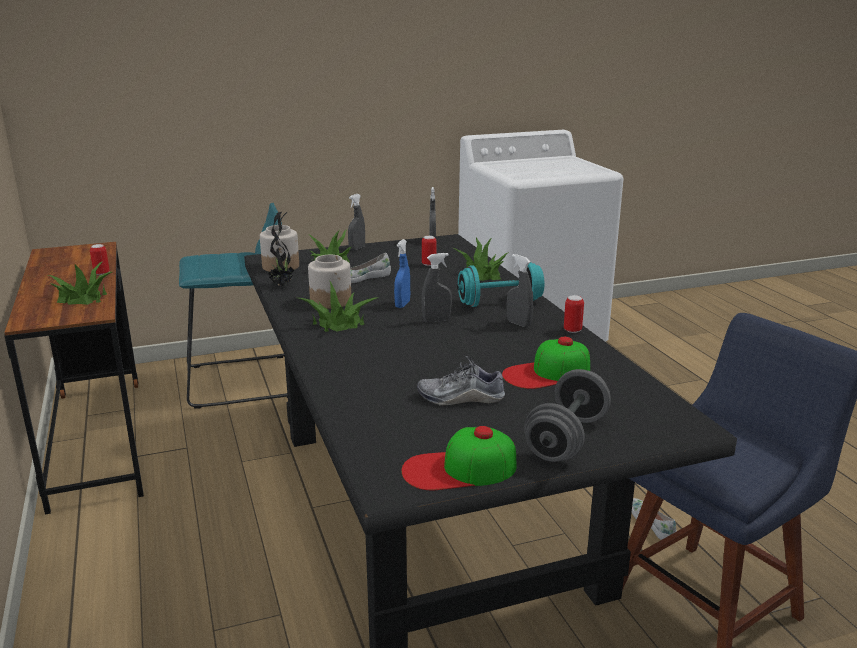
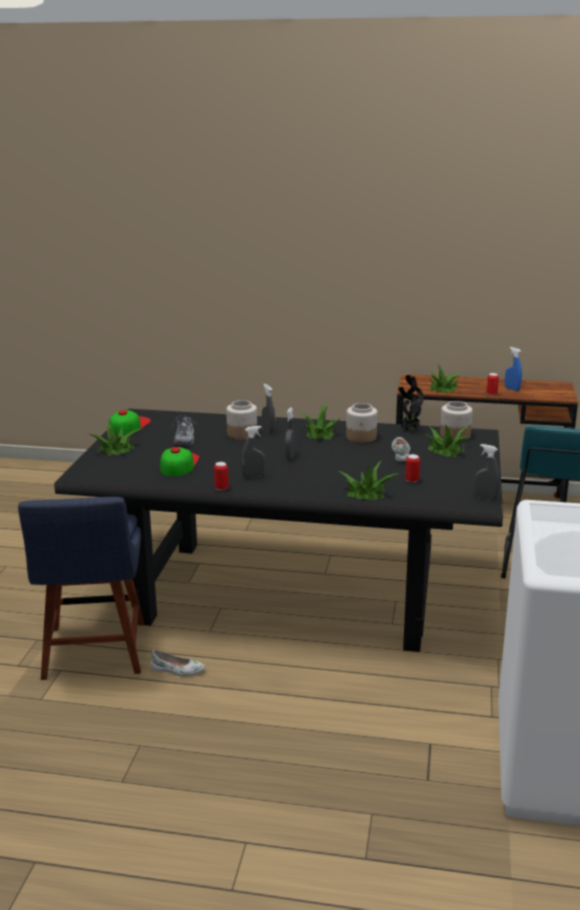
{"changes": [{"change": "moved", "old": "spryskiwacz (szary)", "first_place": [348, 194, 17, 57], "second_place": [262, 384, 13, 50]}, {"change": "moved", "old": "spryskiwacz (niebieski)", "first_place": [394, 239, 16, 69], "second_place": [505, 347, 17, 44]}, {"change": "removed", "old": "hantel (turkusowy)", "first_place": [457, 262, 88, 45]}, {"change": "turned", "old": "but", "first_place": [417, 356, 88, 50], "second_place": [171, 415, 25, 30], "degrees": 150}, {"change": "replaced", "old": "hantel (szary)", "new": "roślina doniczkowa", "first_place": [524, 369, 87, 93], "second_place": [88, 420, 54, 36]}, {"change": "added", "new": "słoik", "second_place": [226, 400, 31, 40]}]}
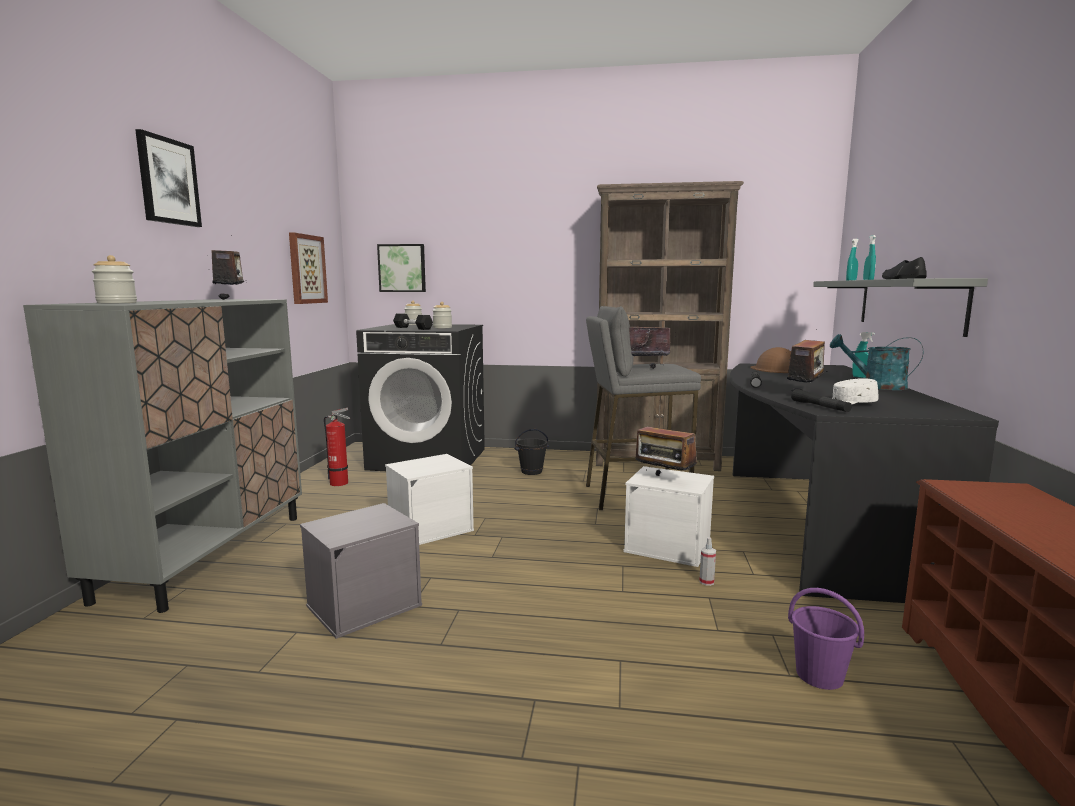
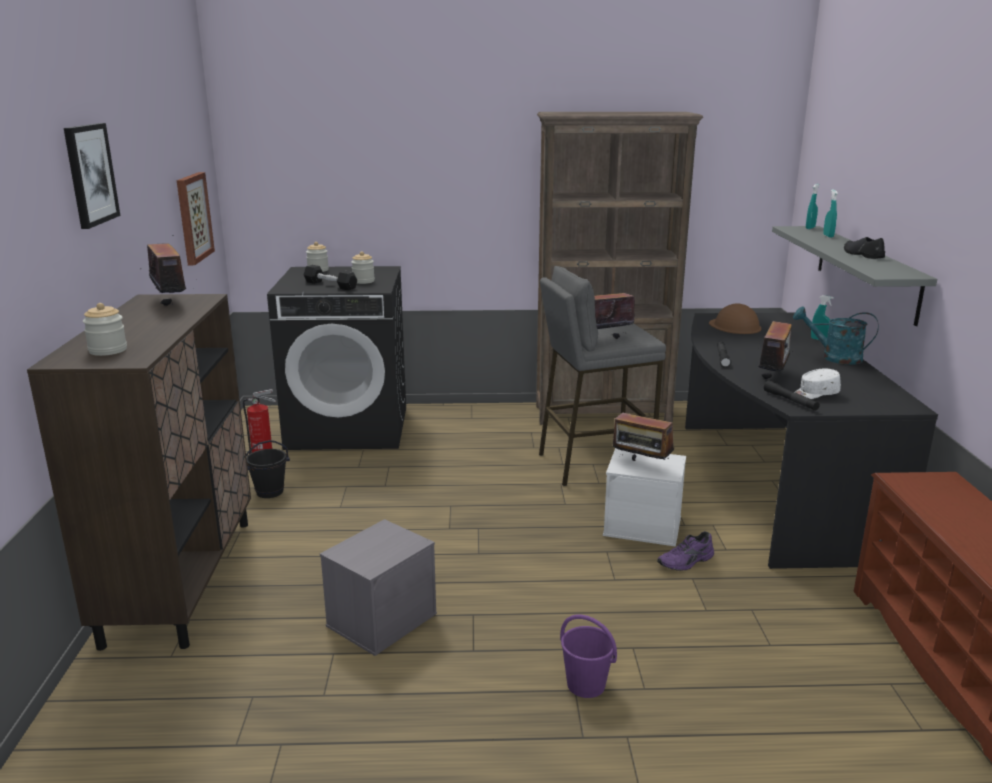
{"changes": [{"change": "removed", "old": "obraz", "first_place": [377, 244, 49, 48]}, {"change": "recoloured", "old": "szafka (szary)", "new": "szafka (brązowy)", "first_place": [23, 299, 279, 314], "second_place": [27, 294, 224, 357]}, {"change": "moved", "old": "wiadro (czarny)", "first_place": [514, 429, 35, 46], "second_place": [246, 440, 44, 58]}, {"change": "removed", "old": "pojemnik do przechowywania (biały)", "first_place": [385, 454, 89, 91]}, {"change": "replaced", "old": "spryskiwacz", "new": "but (fioletowy)", "first_place": [699, 537, 17, 49], "second_place": [657, 531, 57, 40]}, {"change": "moved", "old": "wiadro (fioletowy)", "first_place": [788, 588, 76, 102], "second_place": [560, 614, 57, 84]}]}
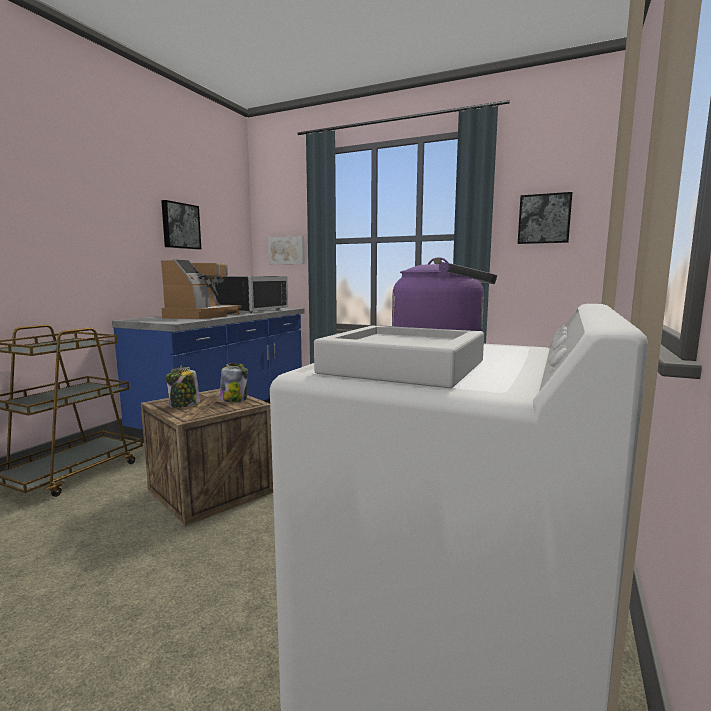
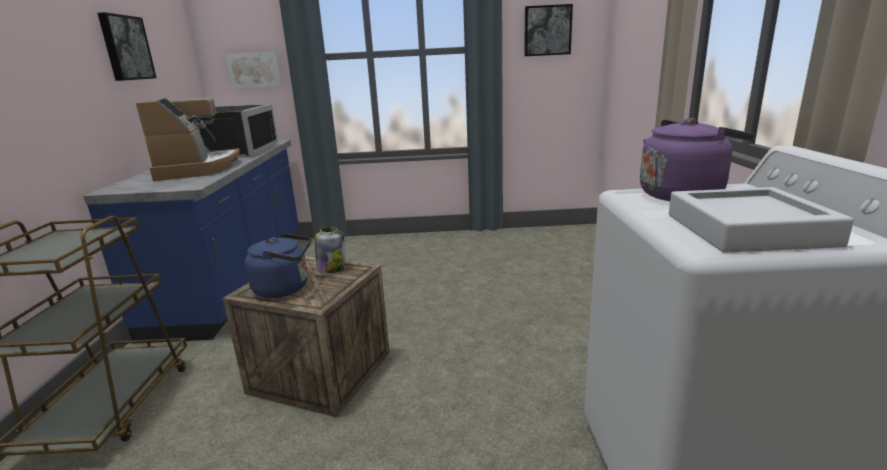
{"changes": [{"change": "replaced", "old": "słoik", "new": "czajnik (niebieski)", "first_place": [166, 367, 34, 41], "second_place": [245, 233, 66, 65]}]}
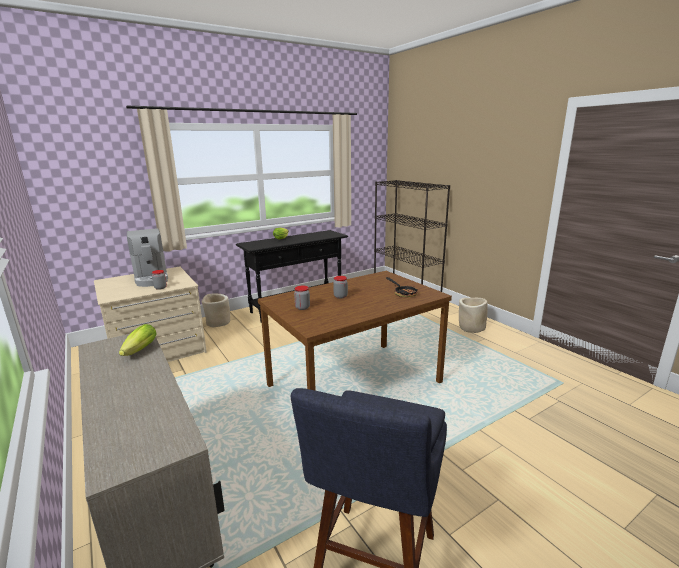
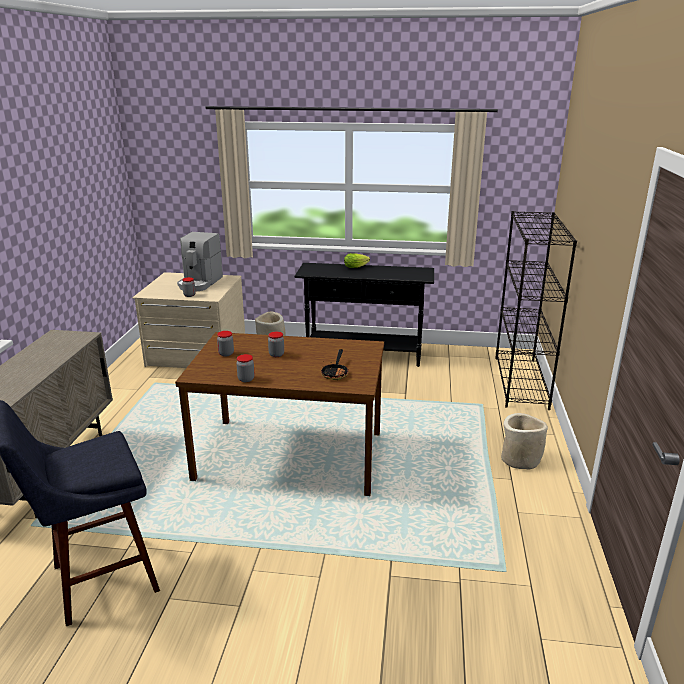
{"changes": [{"change": "removed", "old": "sałata", "first_place": [119, 324, 38, 32]}, {"change": "added", "new": "słoik", "second_place": [236, 354, 19, 28]}]}
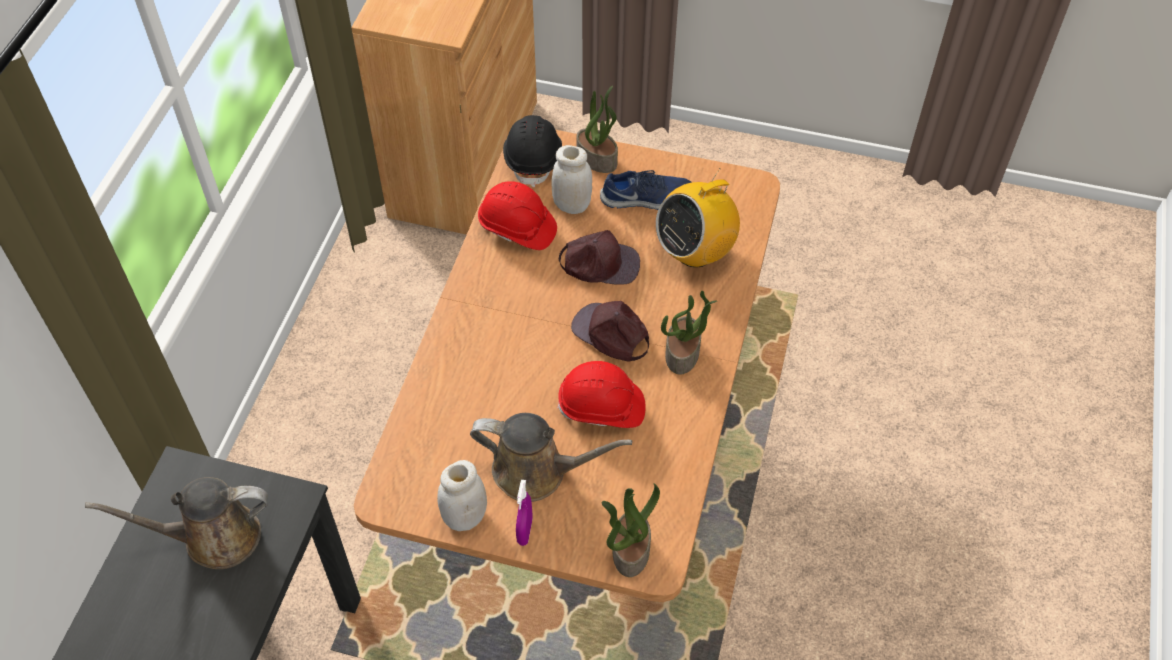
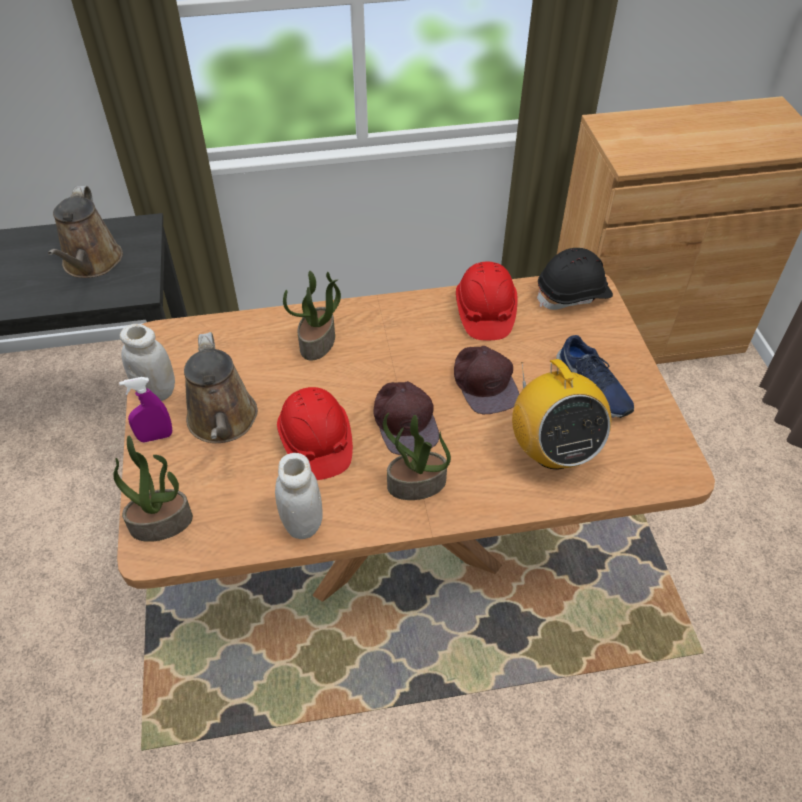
{"changes": [{"change": "moved", "old": "roślina doniczkowa", "first_place": [576, 86, 42, 87], "second_place": [283, 271, 58, 90]}, {"change": "moved", "old": "słoik (biały)", "first_place": [551, 145, 41, 69], "second_place": [275, 453, 47, 86]}, {"change": "turned", "old": "radio", "first_place": [656, 168, 84, 99], "second_place": [512, 359, 99, 111], "degrees": -135}, {"change": "turned", "old": "czapka z daszkiem (brązowy)", "first_place": [571, 301, 78, 61], "second_place": [373, 381, 66, 74], "degrees": 150}, {"change": "turned", "old": "konewka (brązowy)", "first_place": [85, 477, 183, 92], "second_place": [48, 186, 75, 92], "degrees": -150}]}
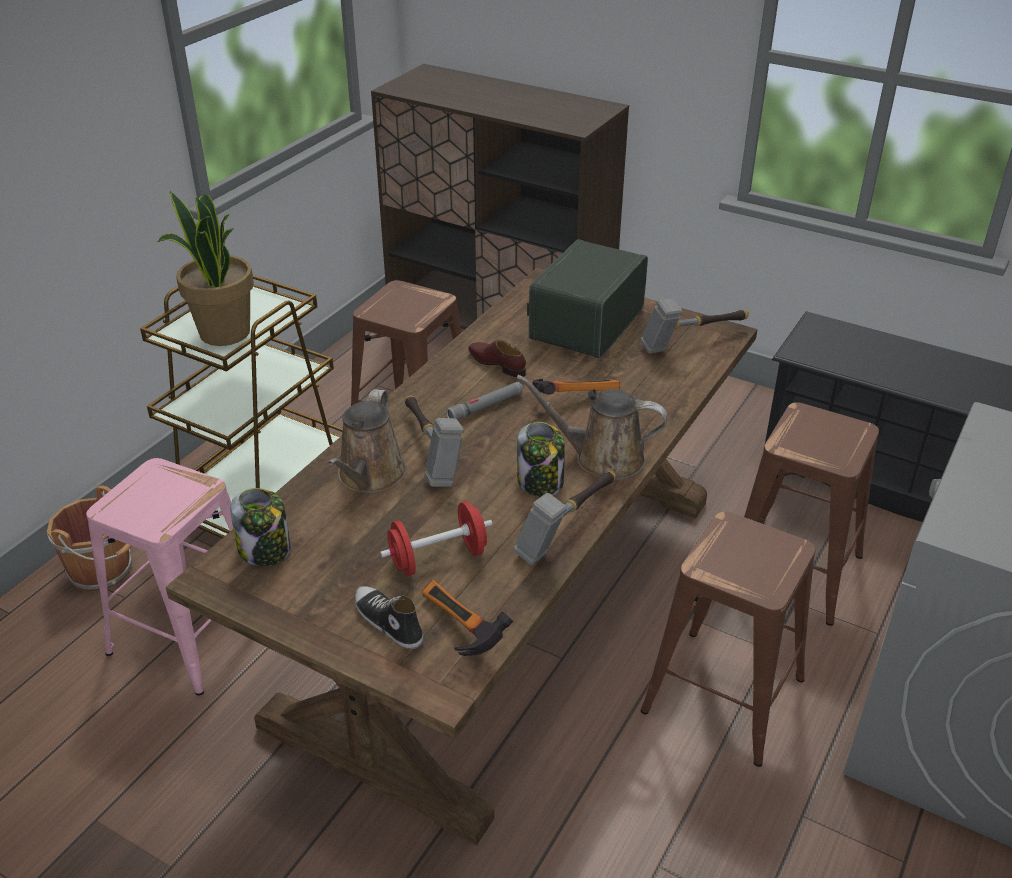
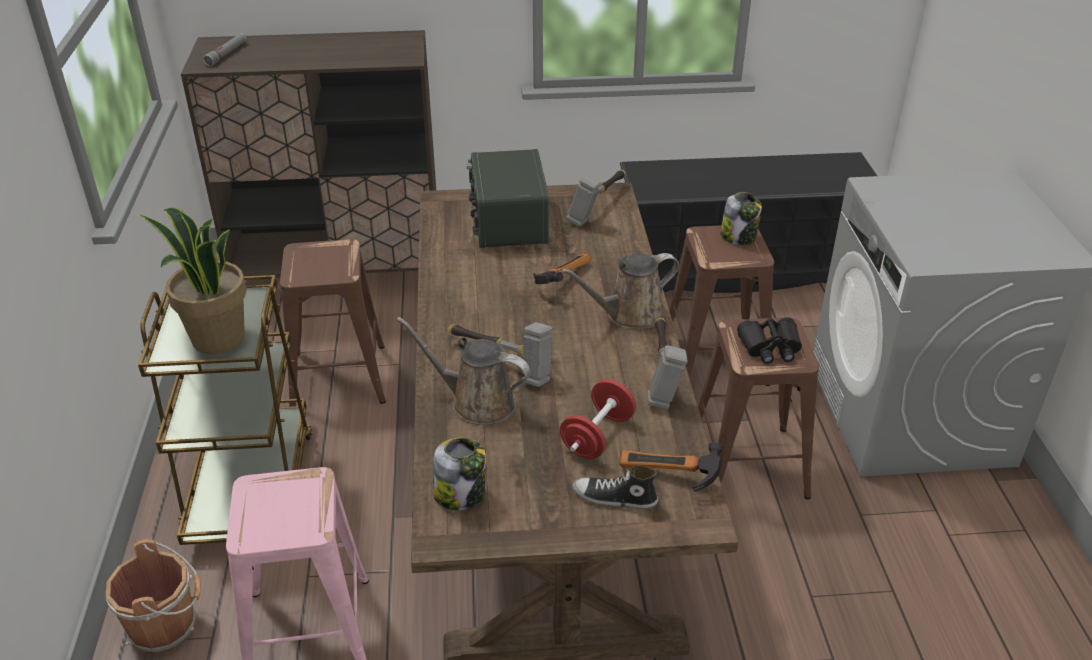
{"changes": [{"change": "removed", "old": "but (brązowy)", "first_place": [468, 340, 58, 38]}, {"change": "moved", "old": "latarka (szary)", "first_place": [446, 382, 77, 39], "second_place": [203, 33, 44, 33]}, {"change": "turned", "old": "konewka (brązowy)", "first_place": [328, 389, 79, 104], "second_place": [396, 317, 135, 108], "degrees": 135}, {"change": "moved", "old": "słoik", "first_place": [517, 422, 48, 75], "second_place": [721, 192, 41, 53]}, {"change": "added", "new": "lornetka (czarny)", "second_place": [737, 317, 65, 47]}]}
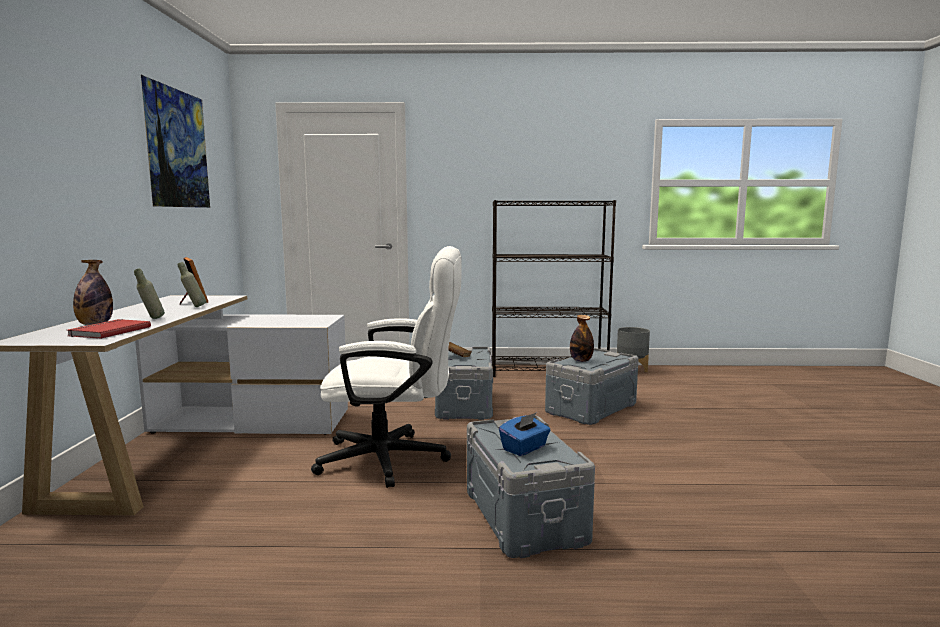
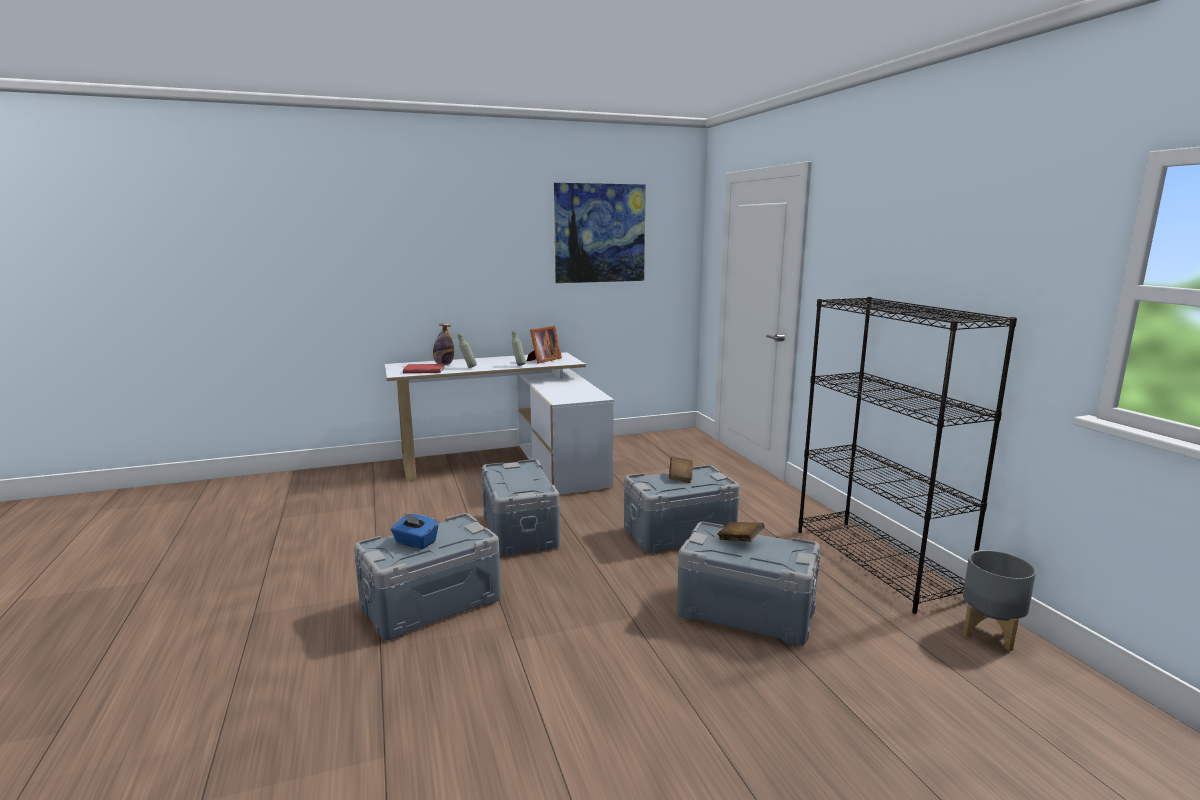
{"changes": [{"change": "replaced", "old": "krzesło biurowe (biały)", "new": "pojemnik do przechowywania (szary)", "first_place": [311, 246, 151, 242], "second_place": [482, 459, 78, 97]}, {"change": "replaced", "old": "butelka", "new": "książka (brązowy)", "first_place": [570, 315, 24, 47], "second_place": [717, 522, 47, 20]}]}
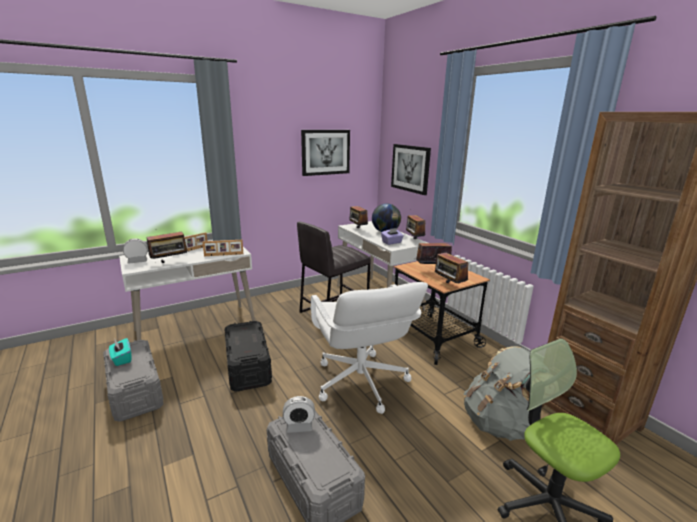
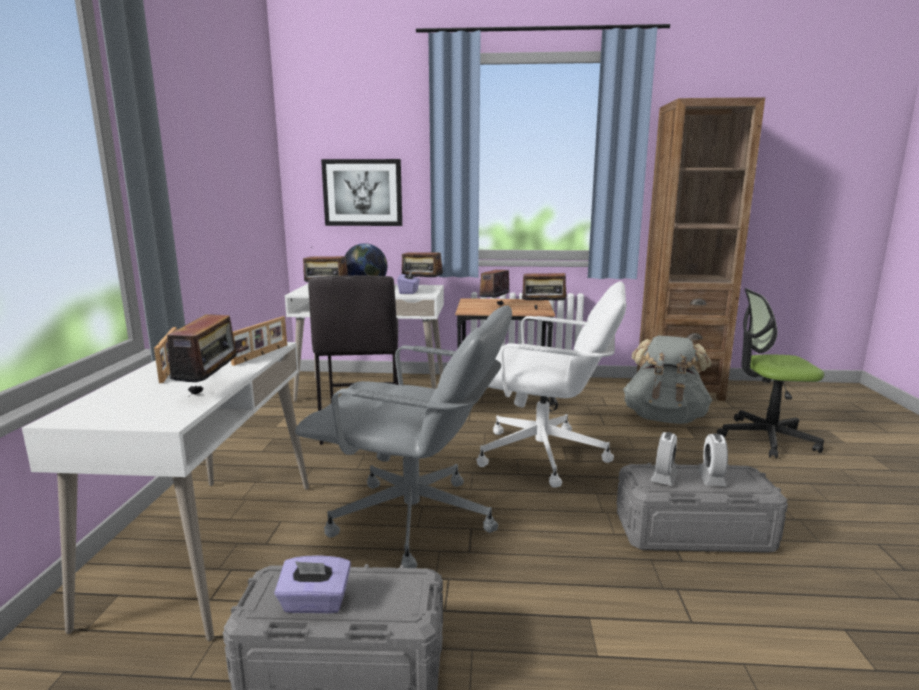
{"changes": [{"change": "removed", "old": "obraz", "first_place": [301, 130, 49, 46]}, {"change": "moved", "old": "budzik", "first_place": [123, 238, 25, 26], "second_place": [698, 433, 30, 54]}, {"change": "replaced", "old": "pojemnik do przechowywania (czarny)", "new": "krzesło biurowe (szary)", "first_place": [224, 321, 48, 70], "second_place": [295, 305, 217, 263]}, {"change": "recoloured", "old": "pudełko chusteczek (turkusowy)", "new": "pudełko chusteczek (fioletowy)", "first_place": [109, 338, 22, 28], "second_place": [274, 555, 77, 58]}]}
